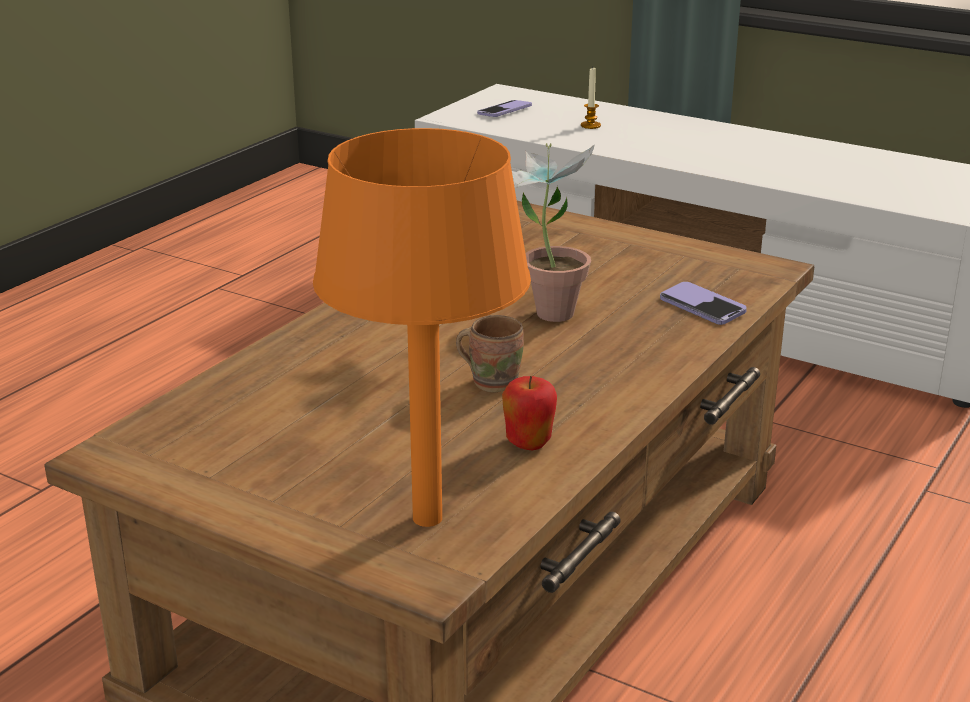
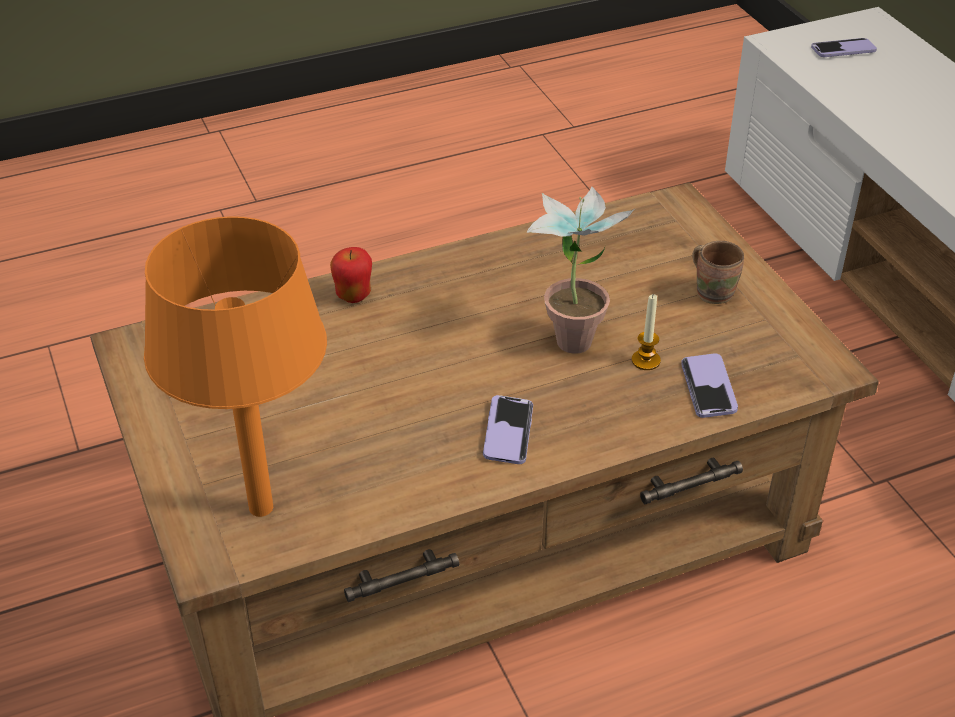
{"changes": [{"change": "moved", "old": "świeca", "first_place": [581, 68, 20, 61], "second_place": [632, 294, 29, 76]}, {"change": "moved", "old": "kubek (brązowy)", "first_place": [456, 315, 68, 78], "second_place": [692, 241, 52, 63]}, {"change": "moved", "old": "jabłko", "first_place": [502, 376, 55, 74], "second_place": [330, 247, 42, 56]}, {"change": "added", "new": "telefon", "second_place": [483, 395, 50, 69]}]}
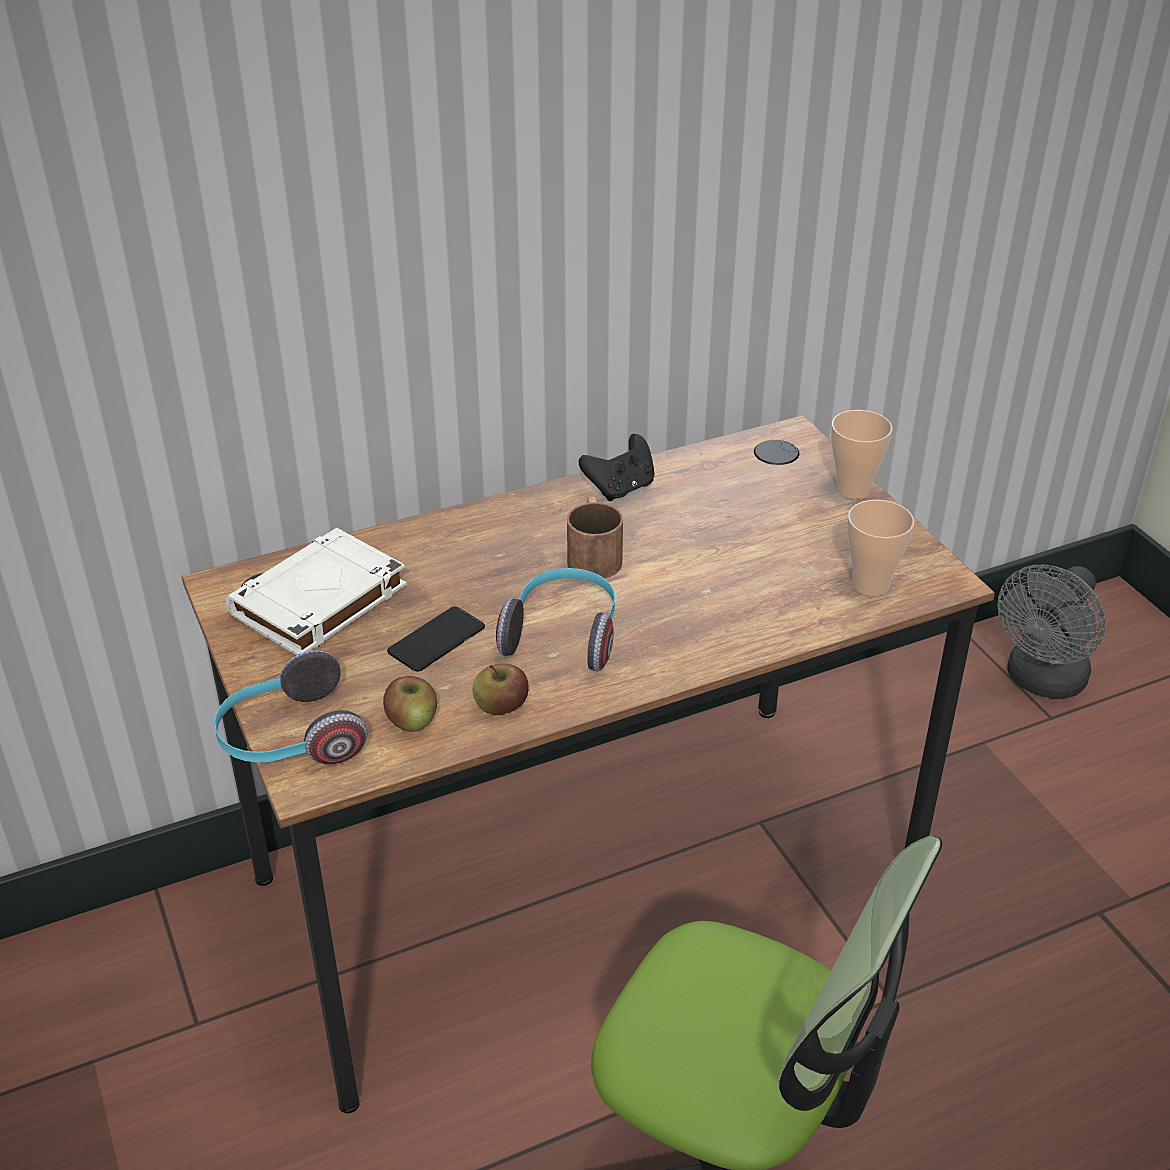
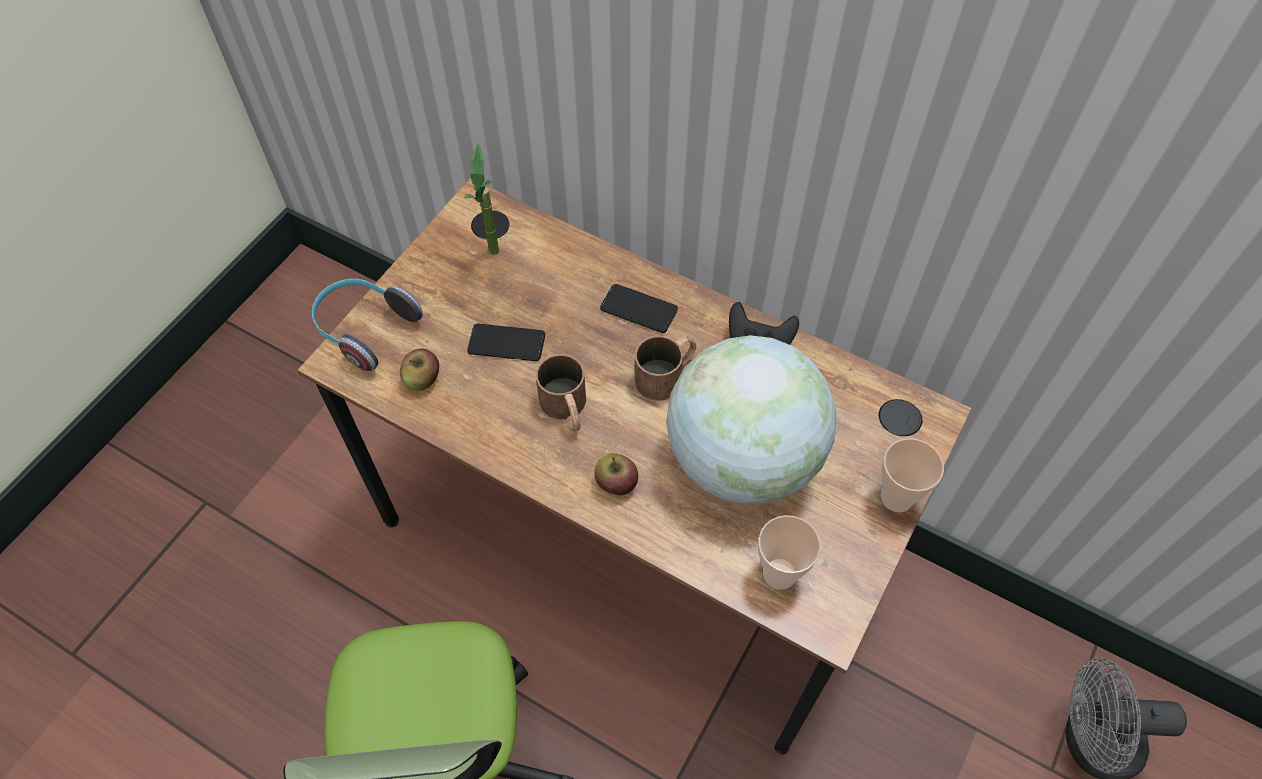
{"changes": [{"change": "replaced", "old": "książka (biały)", "new": "roślina doniczkowa", "first_place": [226, 528, 181, 127], "second_place": [464, 144, 35, 111]}, {"change": "replaced", "old": "słuchawki", "new": "kubek (brązowy)", "first_place": [496, 568, 119, 103], "second_place": [536, 354, 50, 77]}, {"change": "moved", "old": "jabłko", "first_place": [473, 664, 56, 52], "second_place": [594, 453, 44, 42]}, {"change": "added", "new": "telefon", "second_place": [600, 284, 78, 49]}, {"change": "added", "new": "globus", "second_place": [666, 335, 170, 170]}]}
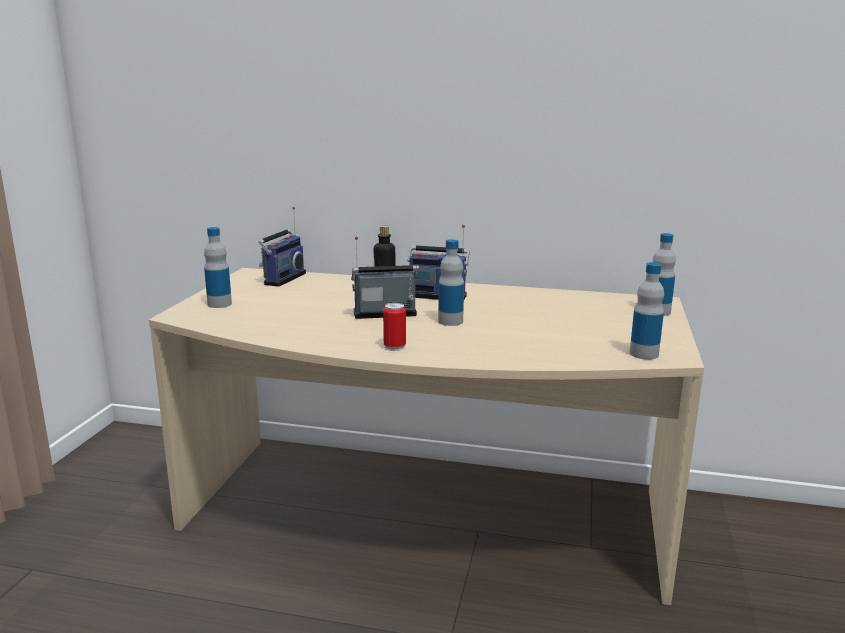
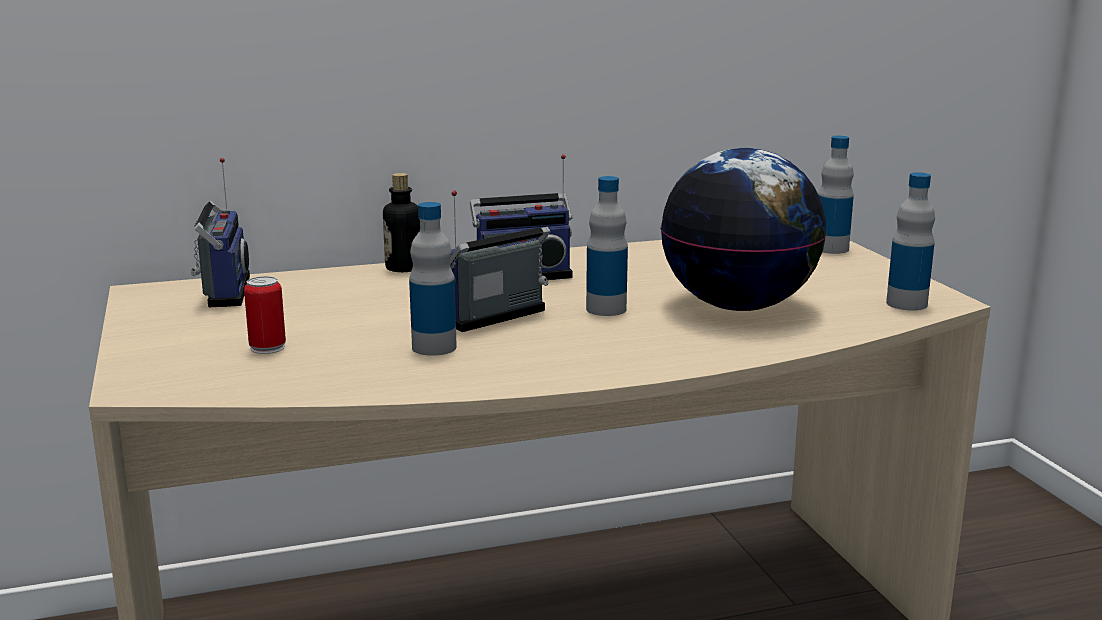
{"changes": [{"change": "moved", "old": "butelka", "first_place": [204, 227, 28, 81], "second_place": [409, 202, 48, 154]}, {"change": "moved", "old": "puszka", "first_place": [383, 303, 23, 48], "second_place": [244, 276, 42, 78]}, {"change": "added", "new": "globus", "second_place": [661, 148, 166, 163]}]}
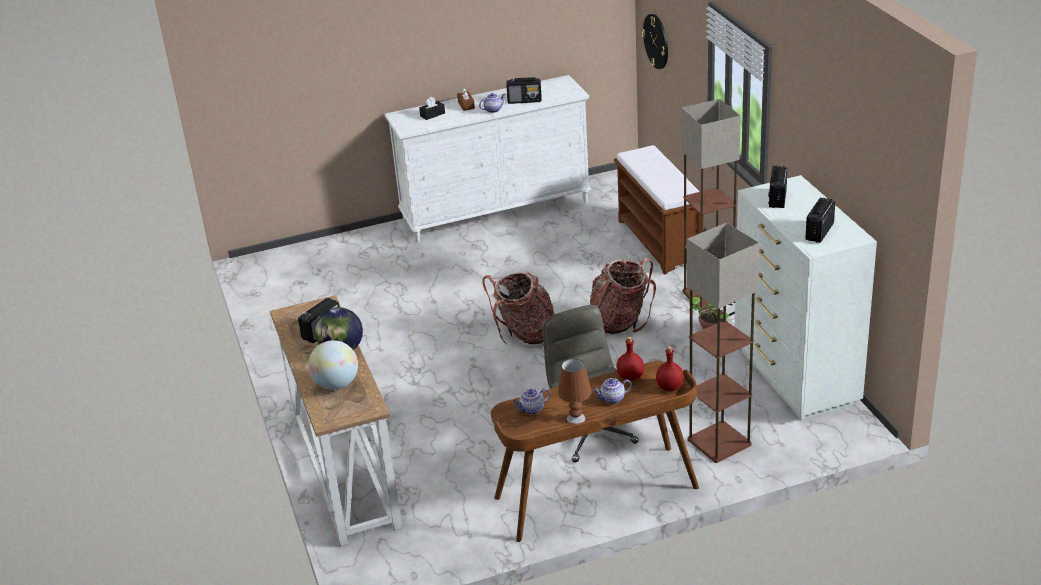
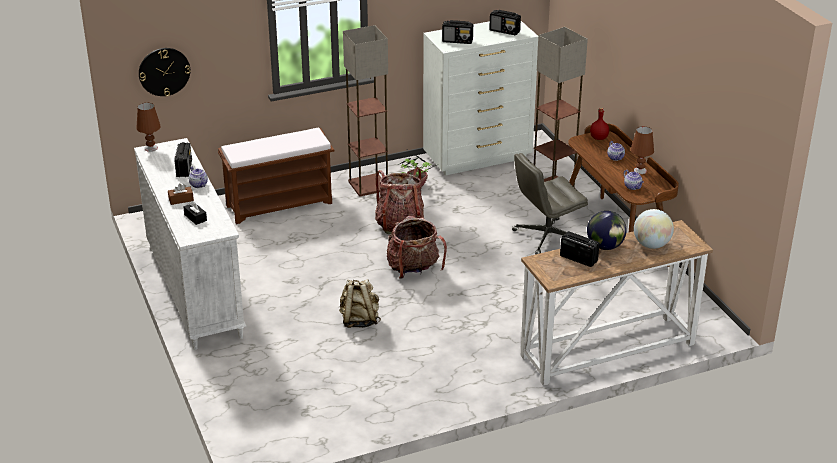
{"changes": [{"change": "removed", "old": "butelka (czerwony)", "first_place": [616, 337, 28, 44]}, {"change": "added", "new": "lampa stołowa (brązowy)", "second_place": [136, 103, 25, 49]}, {"change": "added", "new": "plecak (beżowy)", "second_place": [339, 279, 42, 49]}]}
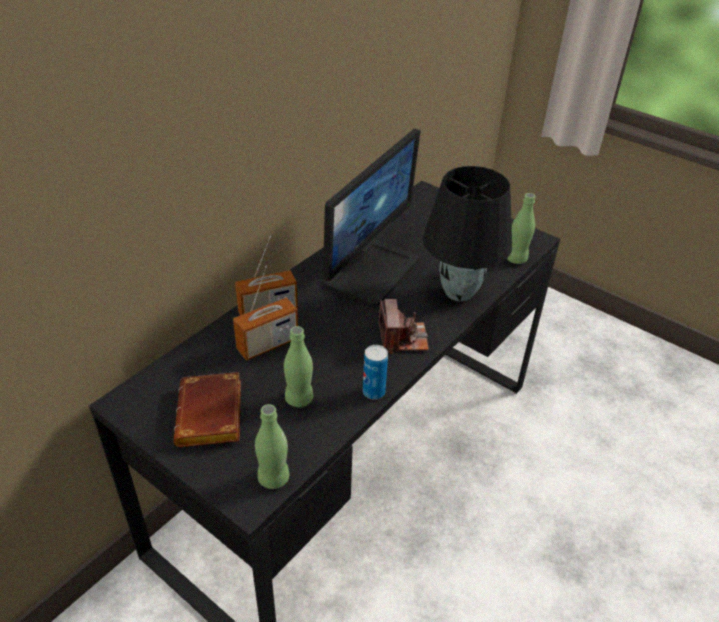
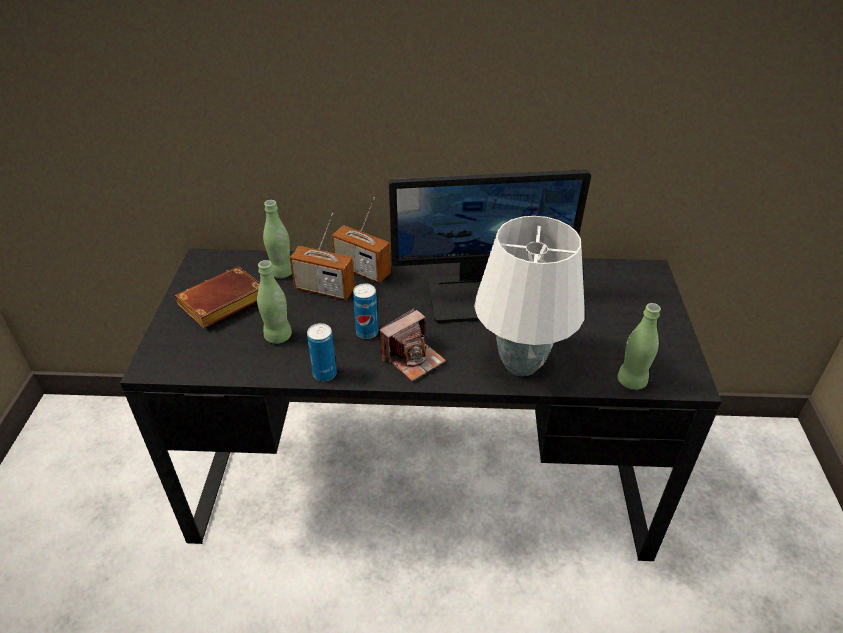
{"changes": [{"change": "recoloured", "old": "lampa stołowa (czarny)", "new": "lampa stołowa (biały)", "first_place": [423, 166, 89, 135], "second_place": [474, 216, 111, 160]}, {"change": "moved", "old": "butelka (zielony)", "first_place": [255, 404, 34, 85], "second_place": [263, 200, 29, 78]}, {"change": "added", "new": "puszka", "second_place": [353, 283, 25, 56]}]}
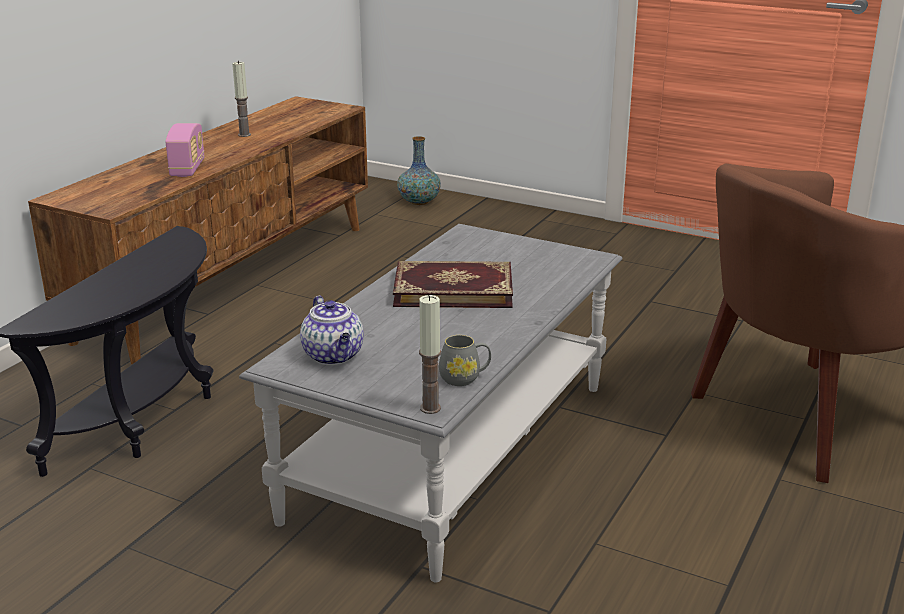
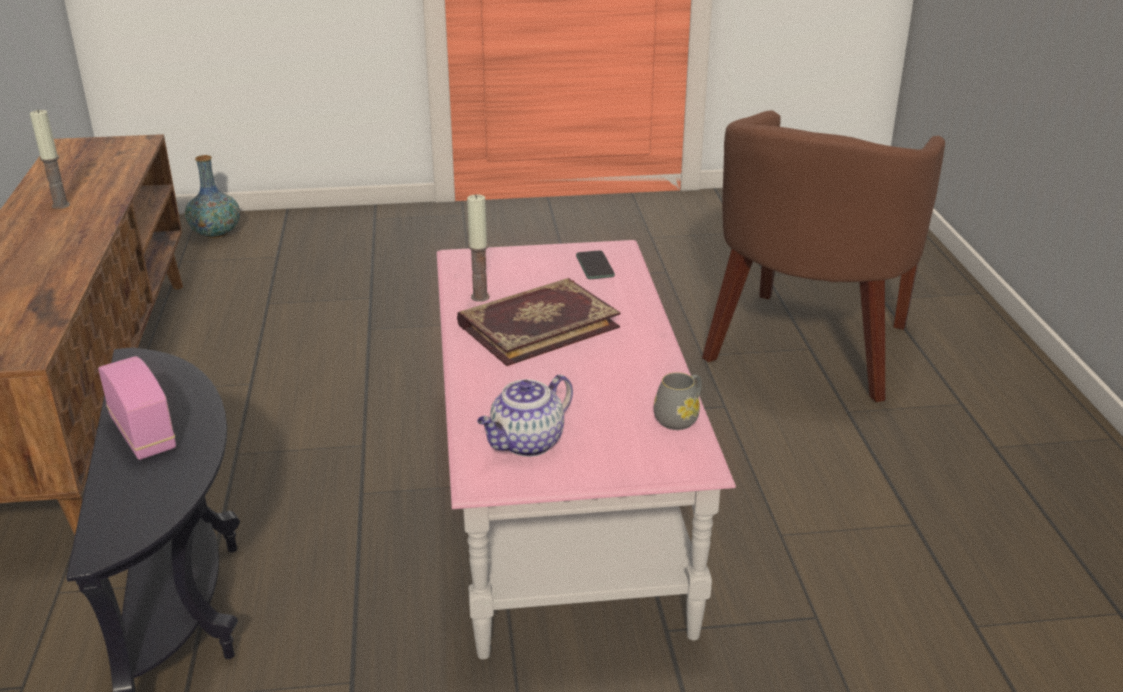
{"changes": [{"change": "moved", "old": "radio", "first_place": [165, 123, 40, 54], "second_place": [98, 356, 78, 104]}, {"change": "recoloured", "old": "ława (szary)", "new": "ława (różowy)", "first_place": [239, 224, 383, 358], "second_place": [437, 240, 299, 419]}, {"change": "moved", "old": "świeca", "first_place": [419, 295, 22, 119], "second_place": [467, 194, 23, 108]}, {"change": "turned", "old": "imbryk", "first_place": [300, 296, 64, 69], "second_place": [477, 375, 96, 82], "degrees": 105}, {"change": "added", "new": "telefon", "second_place": [576, 250, 39, 29]}]}
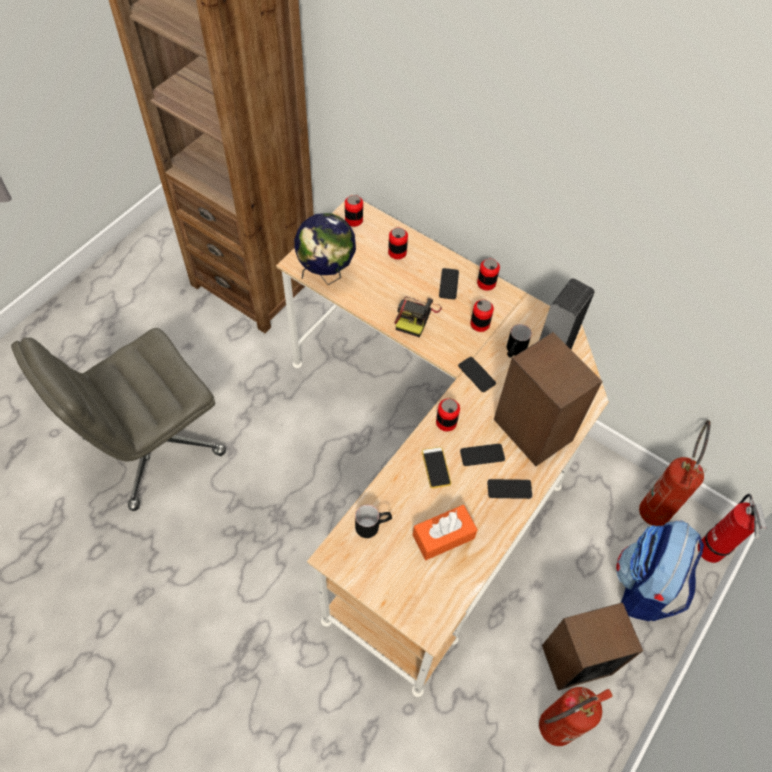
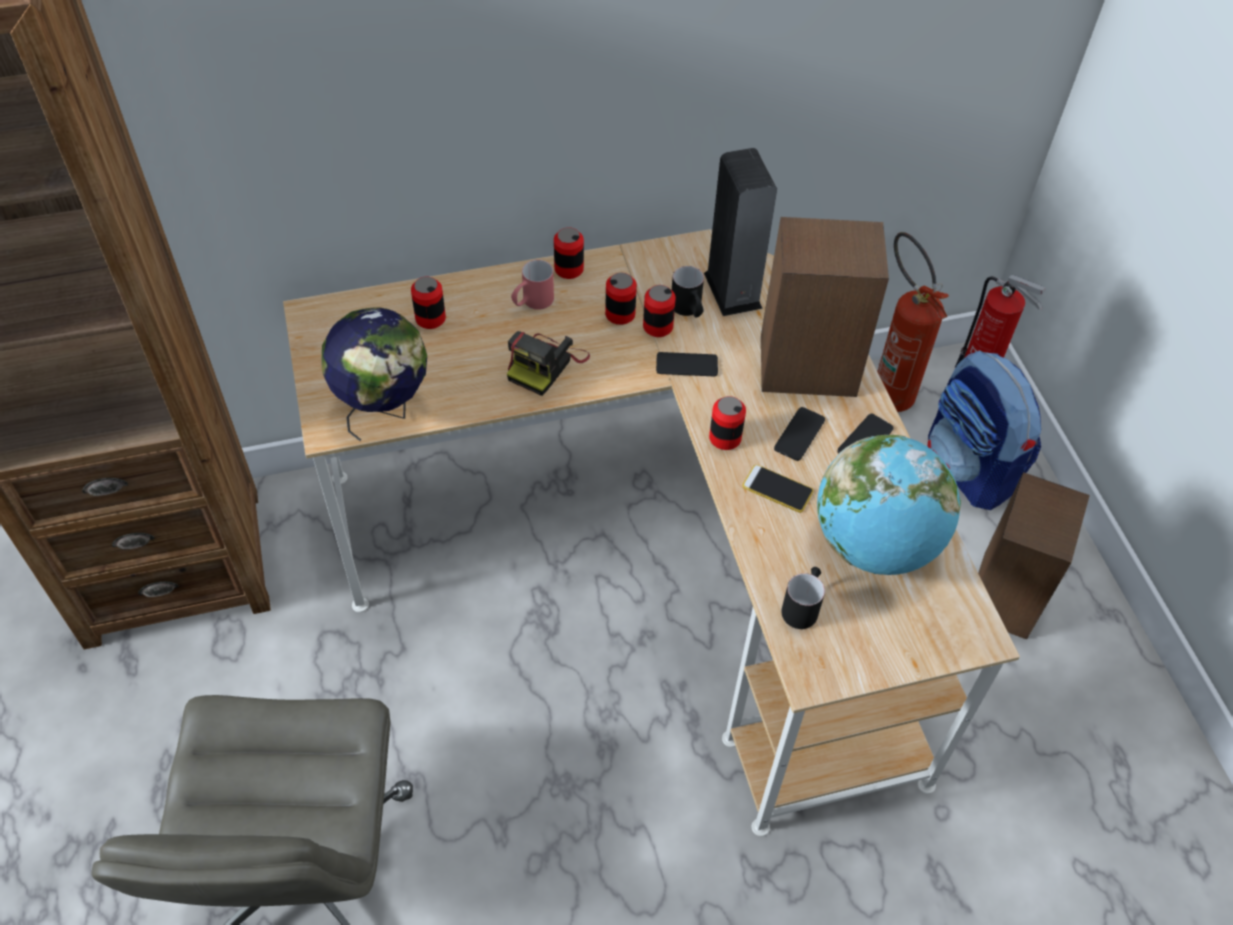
{"changes": [{"change": "moved", "old": "puszka", "first_place": [345, 195, 18, 32], "second_place": [643, 285, 33, 52]}, {"change": "replaced", "old": "telefon", "new": "kubek (czerwony)", "first_place": [439, 268, 20, 31], "second_place": [511, 260, 43, 50]}, {"change": "turned", "old": "aparat fotograficzny", "first_place": [395, 297, 47, 40], "second_place": [507, 331, 83, 65], "degrees": 60}, {"change": "replaced", "old": "pudełko chusteczek (pomarańczowy)", "new": "globus", "first_place": [413, 505, 65, 55], "second_place": [817, 435, 144, 140]}, {"change": "removed", "old": "gaśnica", "first_place": [539, 687, 74, 59]}]}
